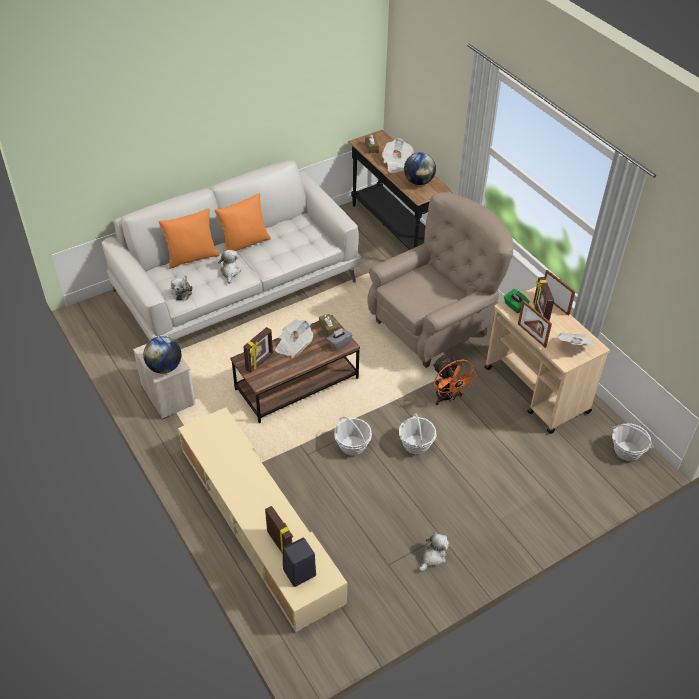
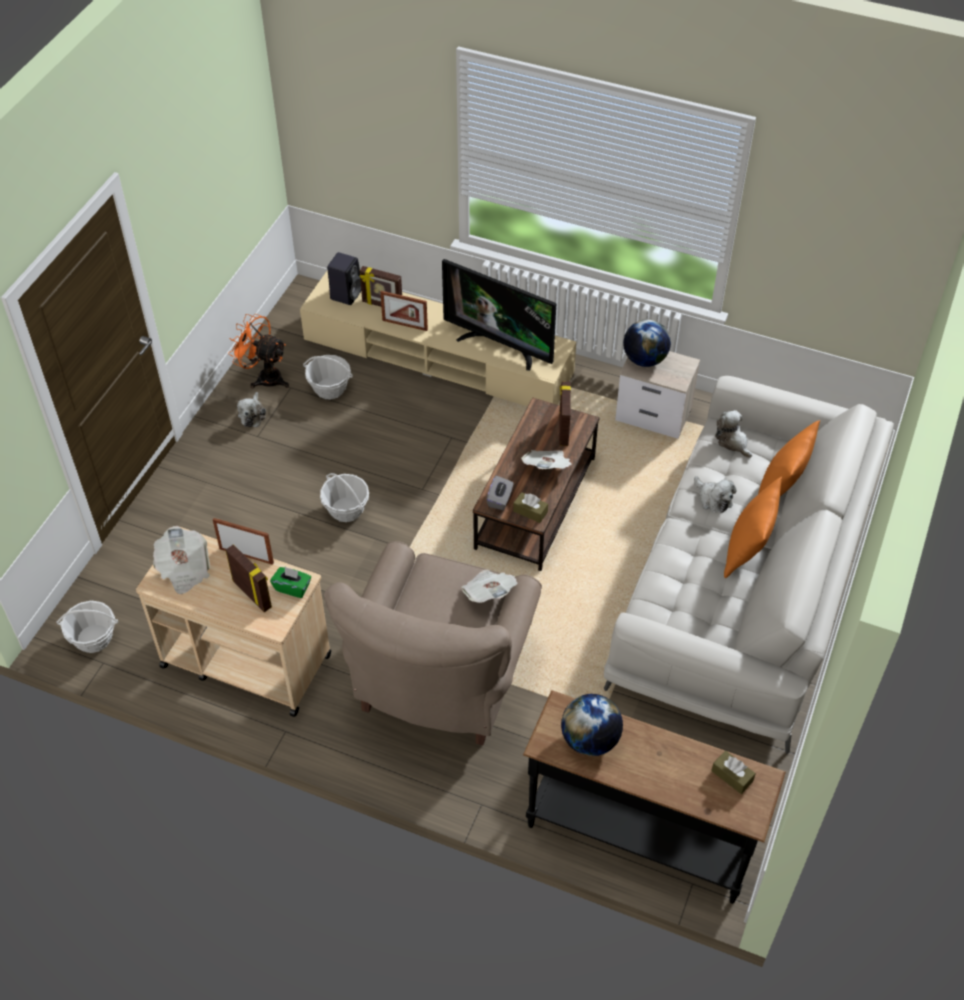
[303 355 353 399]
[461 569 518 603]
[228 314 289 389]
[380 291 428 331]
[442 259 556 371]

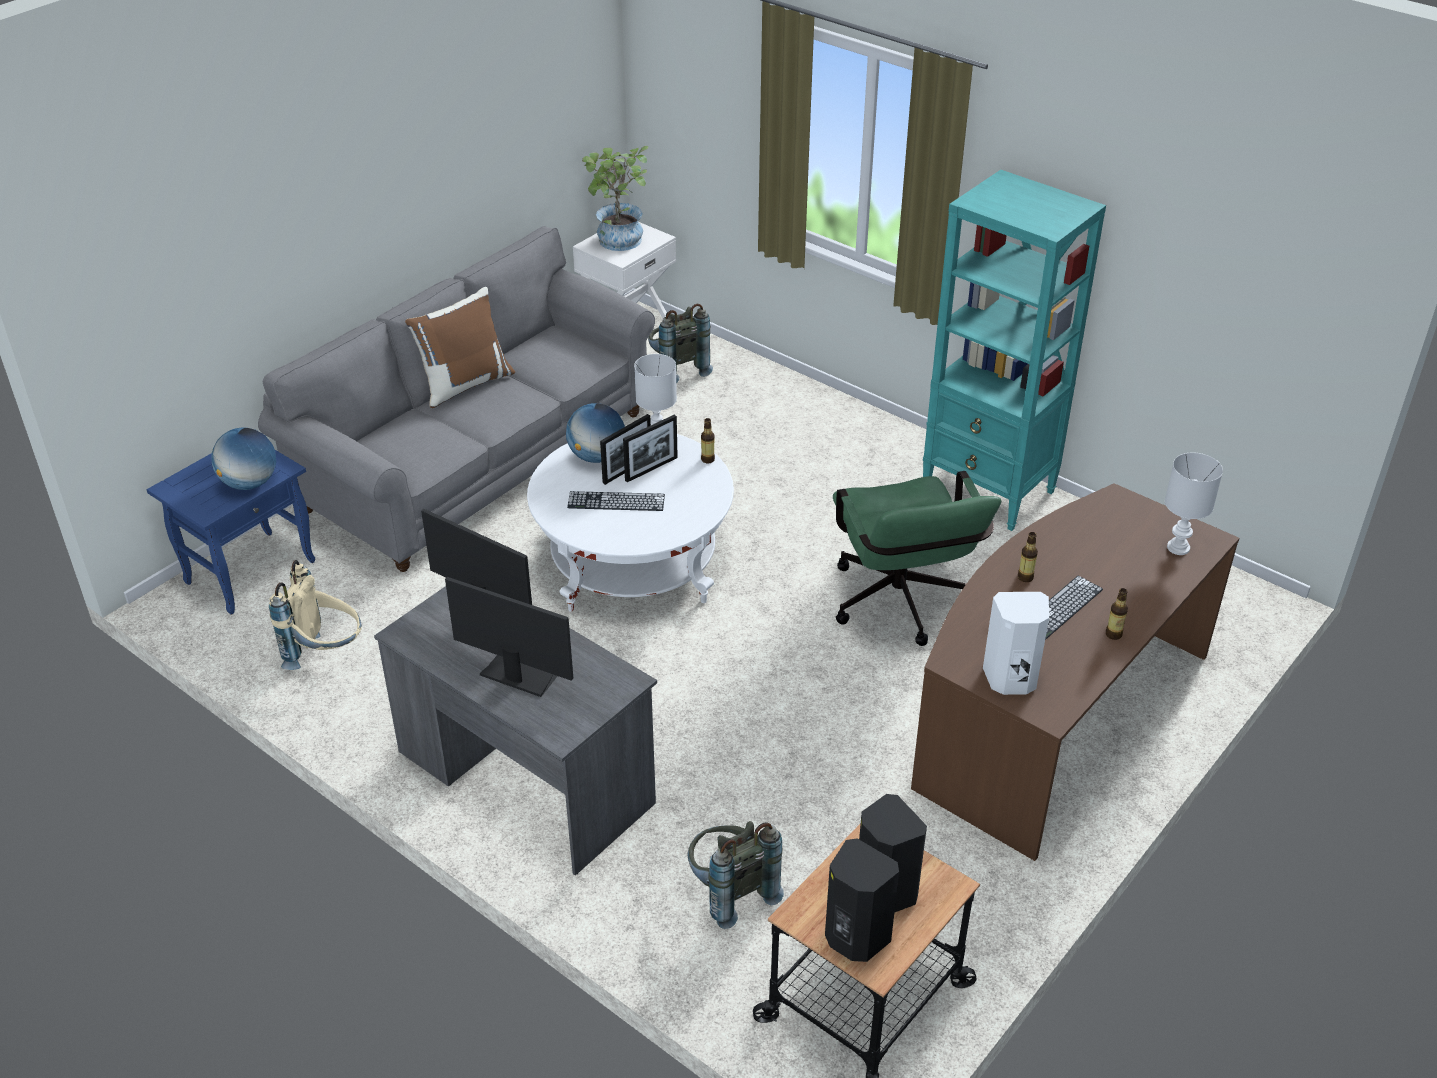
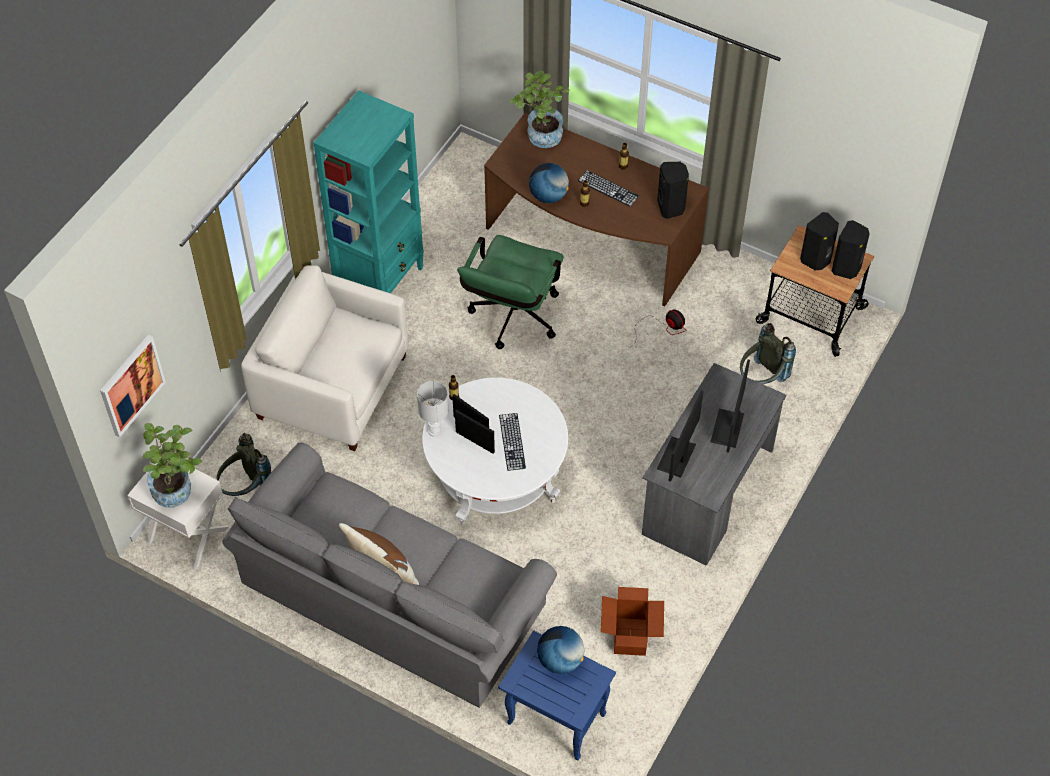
[601 587 664 656]
[529 163 569 203]
[457 235 564 349]
[657 162 689 219]
[510 71 569 148]
[100 335 166 437]
[241 265 409 451]
[632 310 687 346]

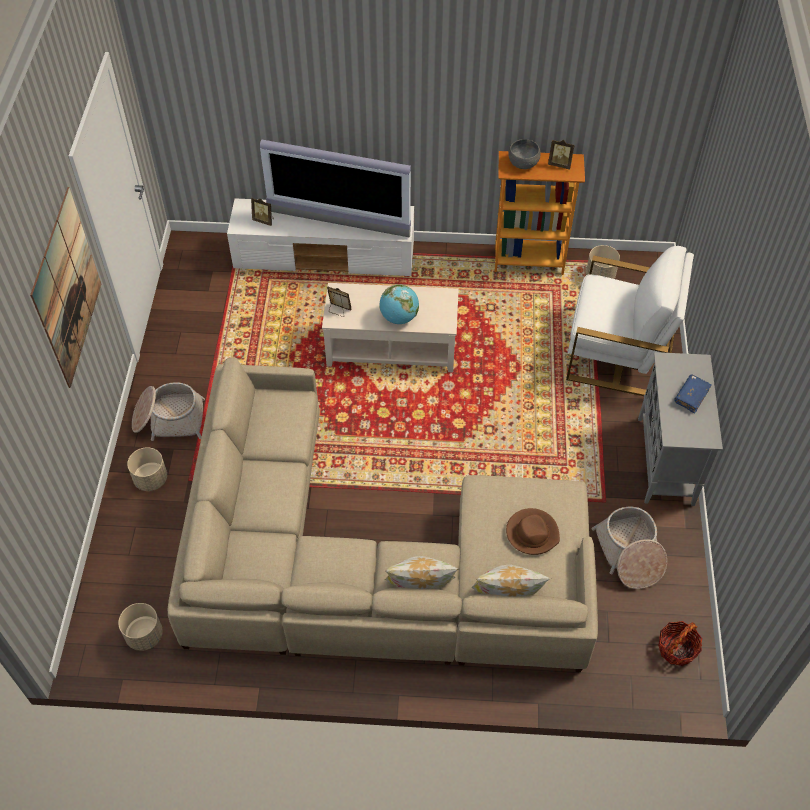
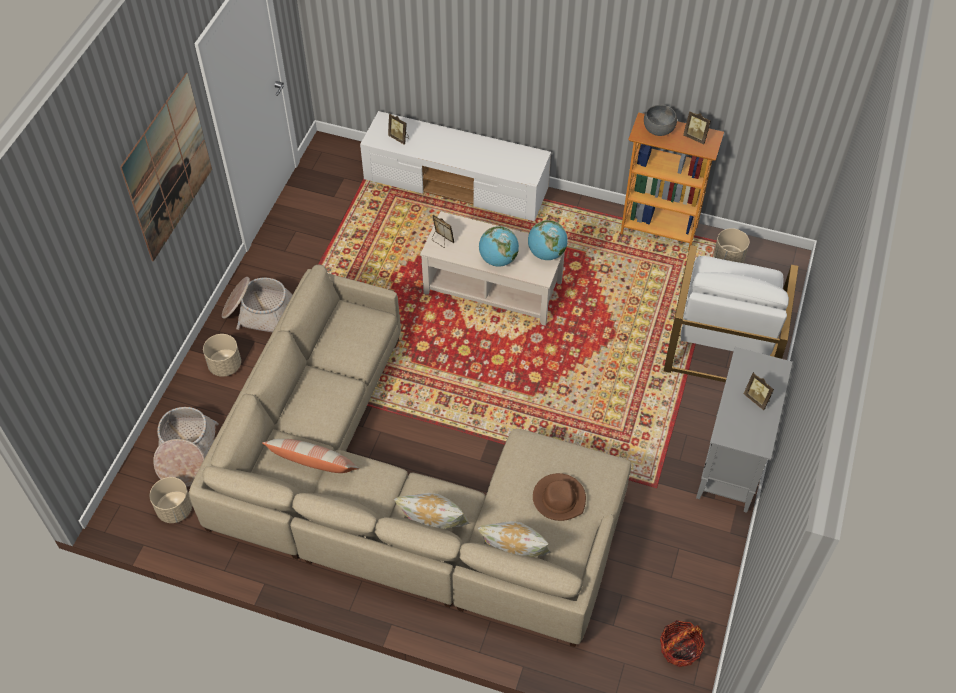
[260 139 411 238] (first image)
[664 245 798 382]
[153 407 219 487]
[744 372 774 410]
[262 439 359 473]
[528 220 568 260]

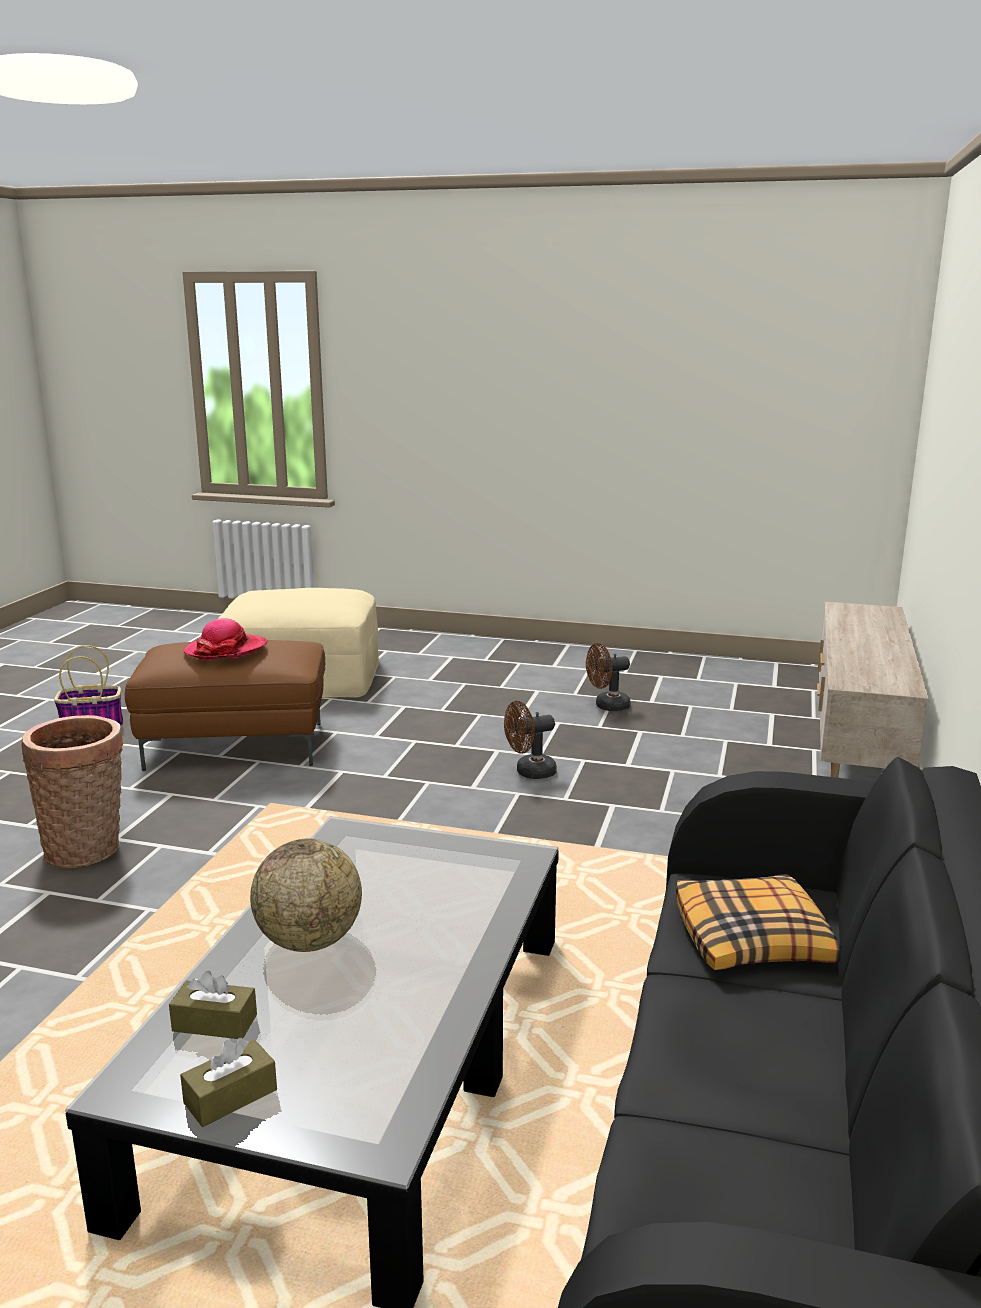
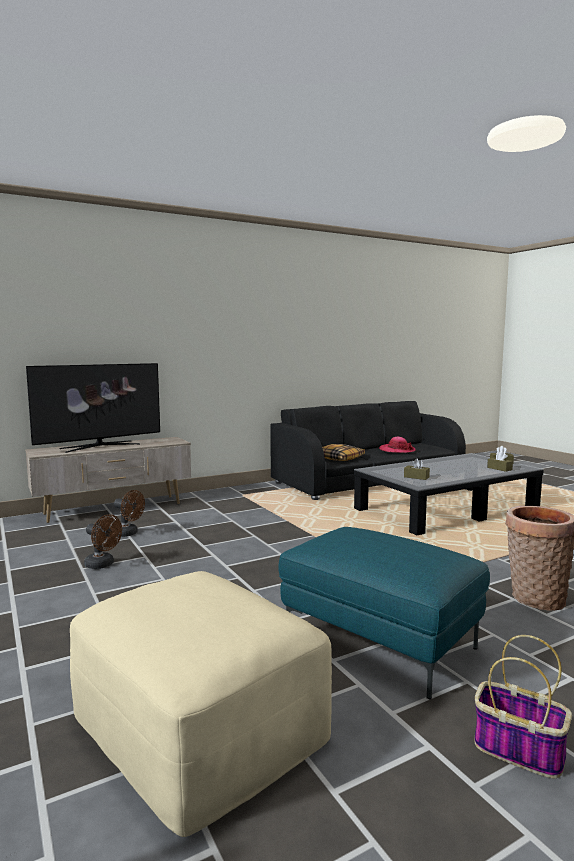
[278 527 490 700]
[379 437 416 453]
[250 839 362 952] (first image)
[114 490 145 537]
[26 363 160 453]
[404 459 430 480]

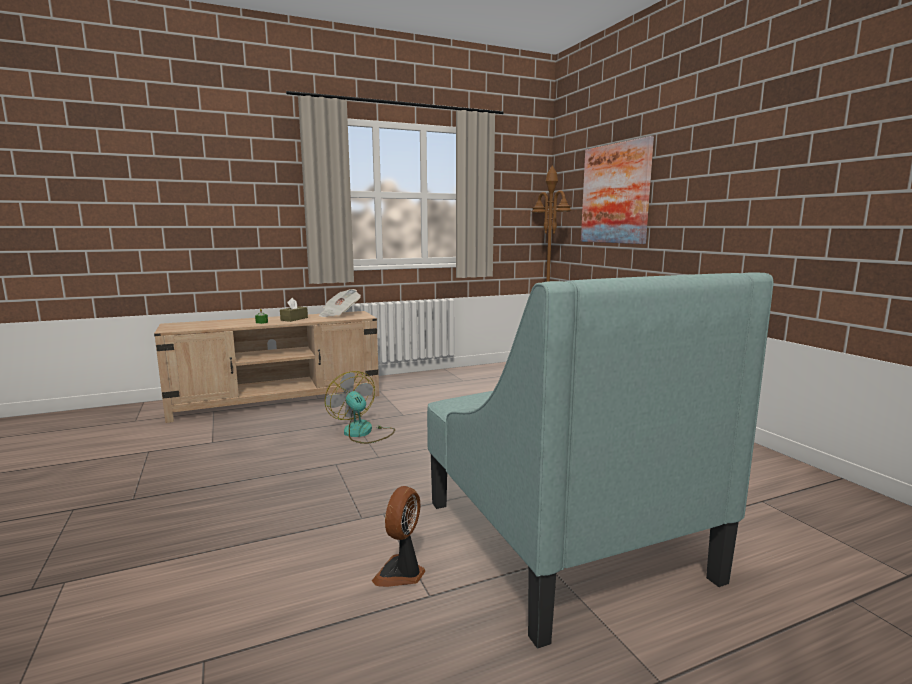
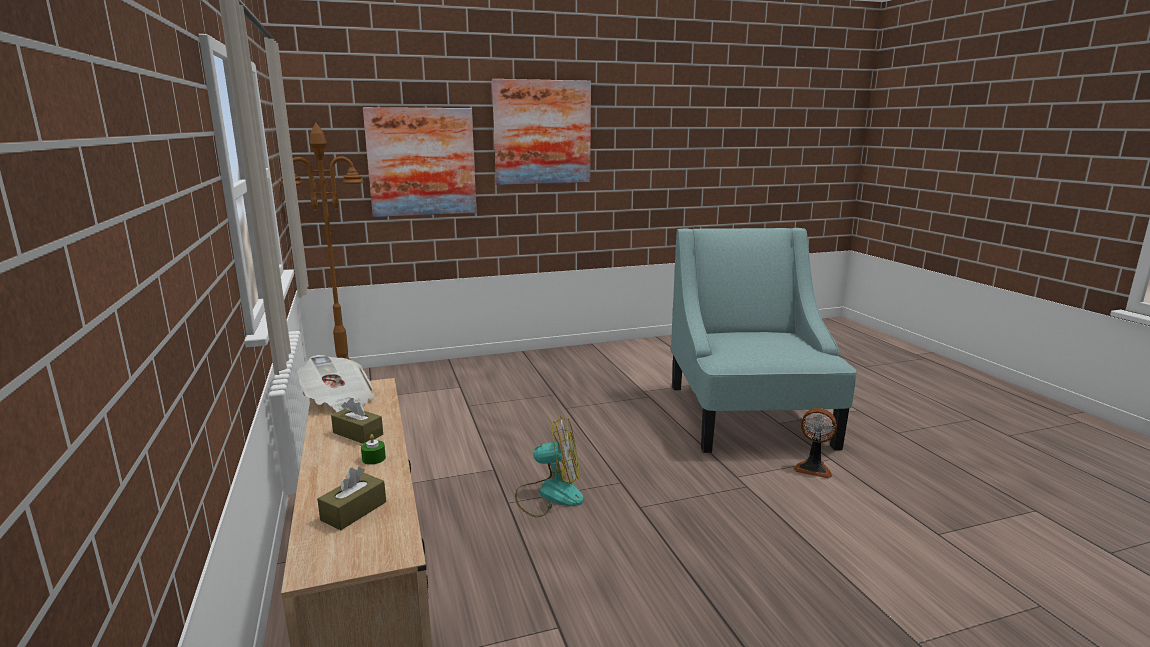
[515 416 584 517]
[671 228 856 453]
[317 467 386 530]
[492 79 591 185]

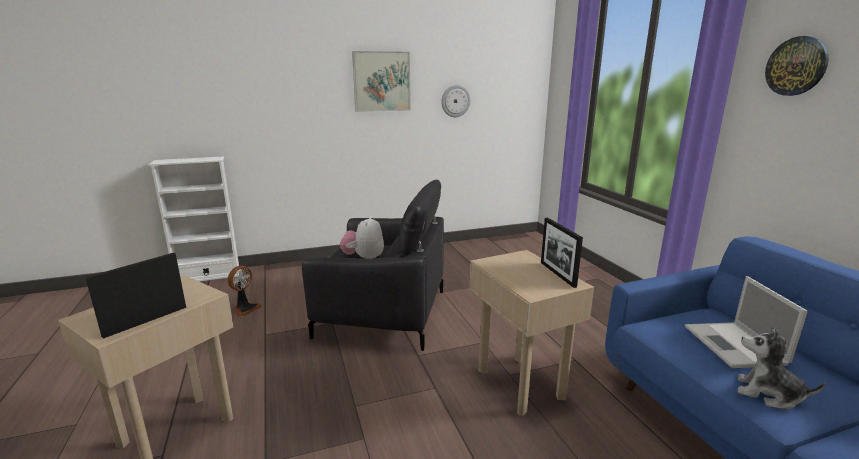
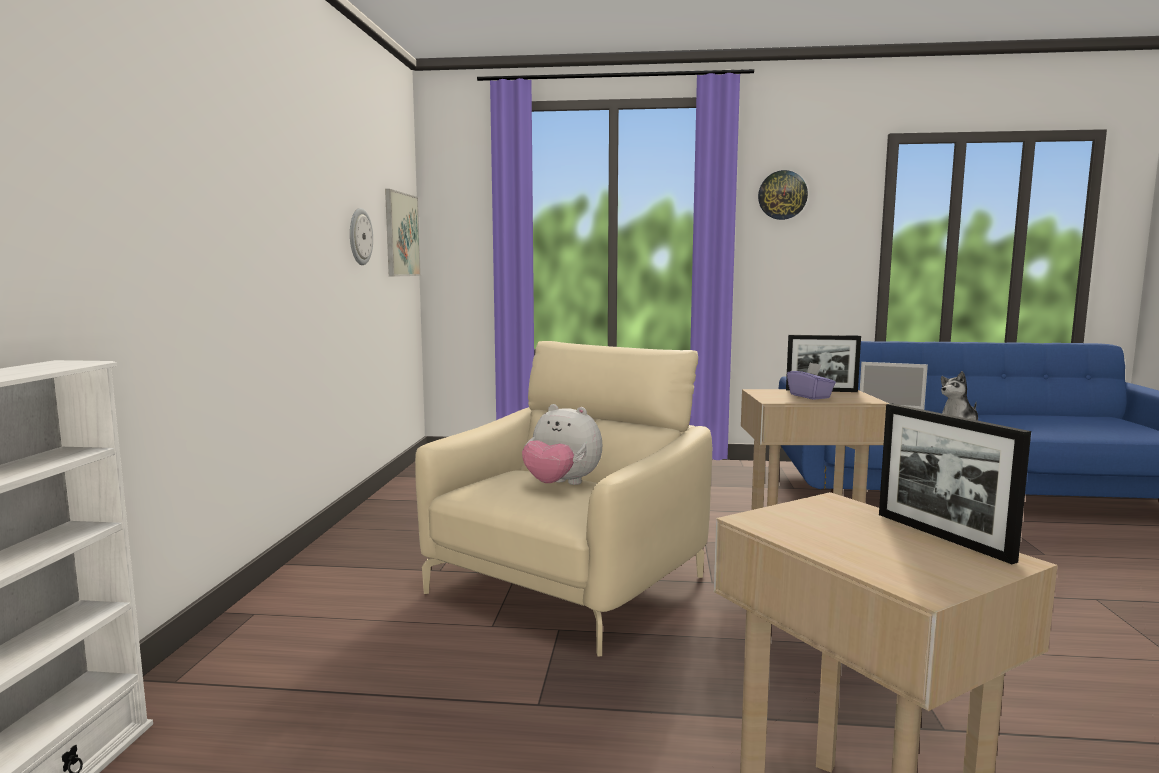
[227 266 262 316] (first image)
[415 341 712 657]
[385 189 421 277]
[787 363 836 400]

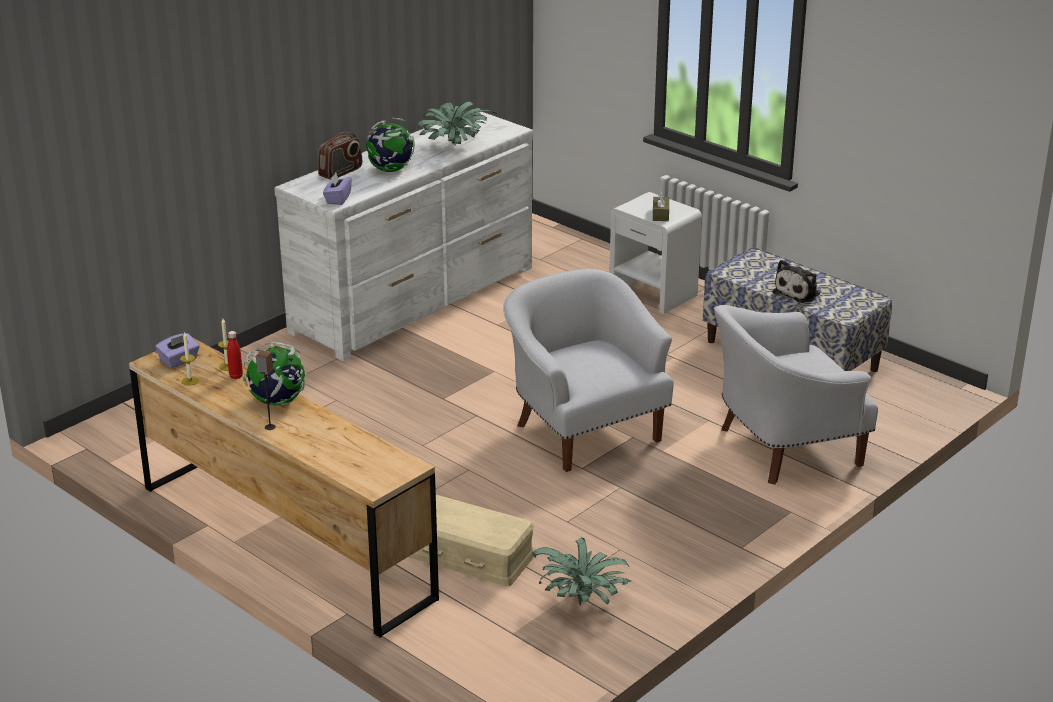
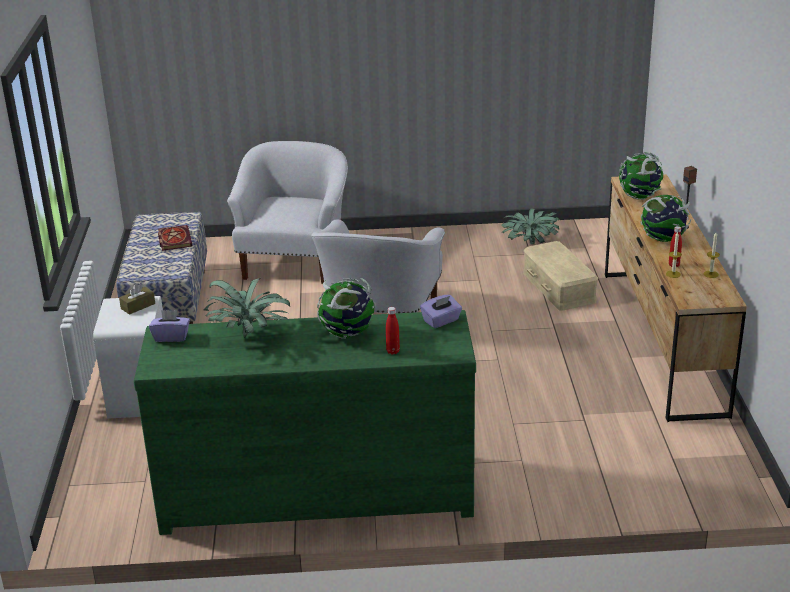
[149 310 190 342]
[134 310 476 535]
[386 307 400 355]
[227 141 348 284]
[158 225 192 251]
[619 152 663 200]

